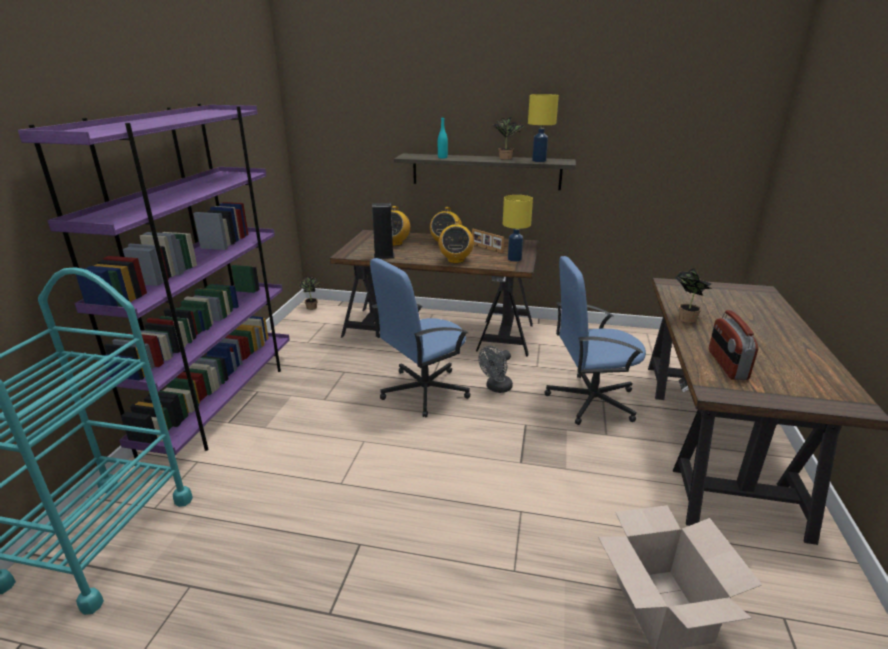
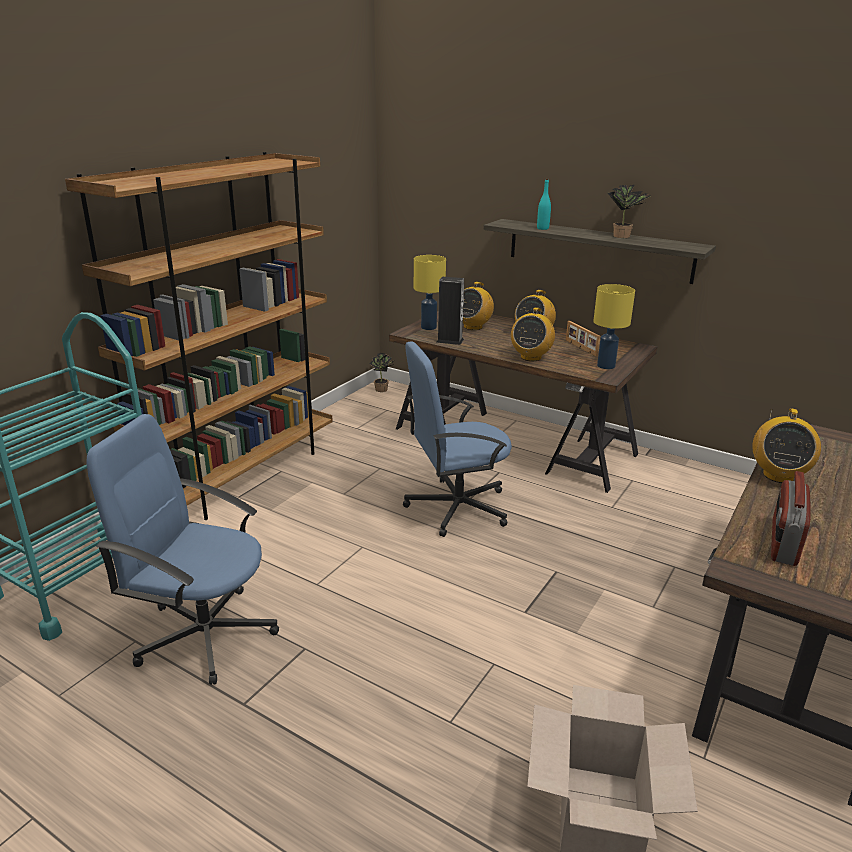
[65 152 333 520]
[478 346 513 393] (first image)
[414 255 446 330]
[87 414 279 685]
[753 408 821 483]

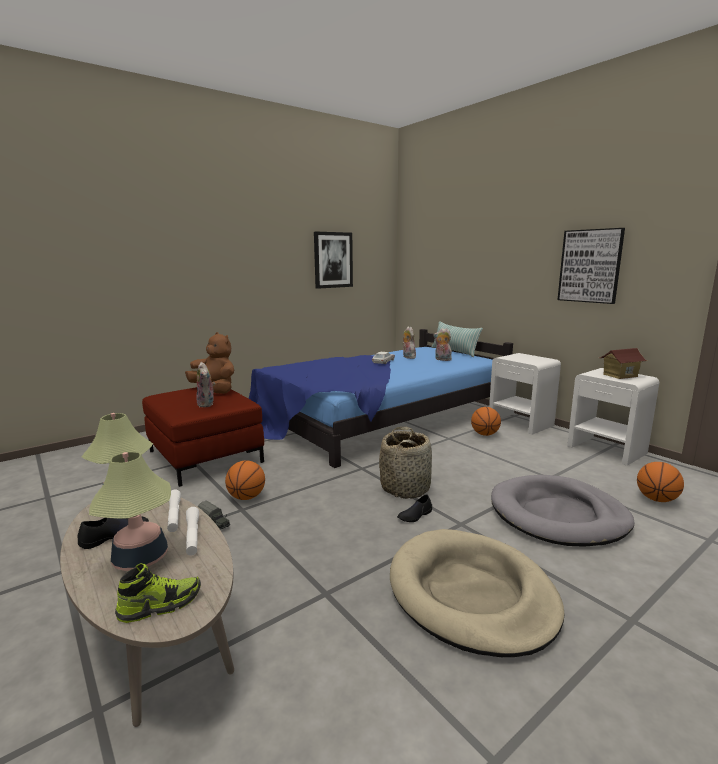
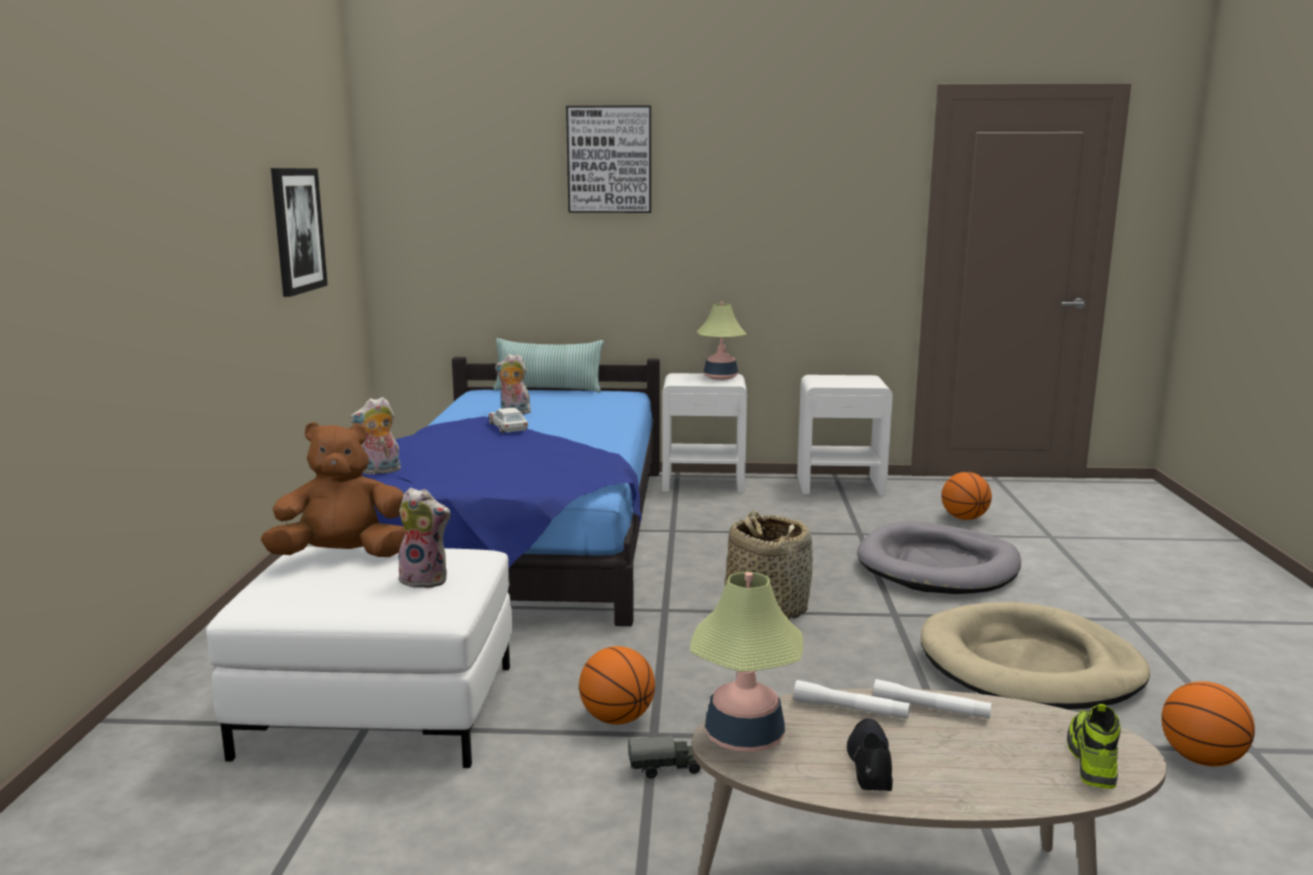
[697 302 747 380]
[206 547 512 768]
[397 495 432 522] (first image)
[350 397 401 475]
[1161 681 1255 766]
[566 105 651 213]
[598 348 648 379] (first image)

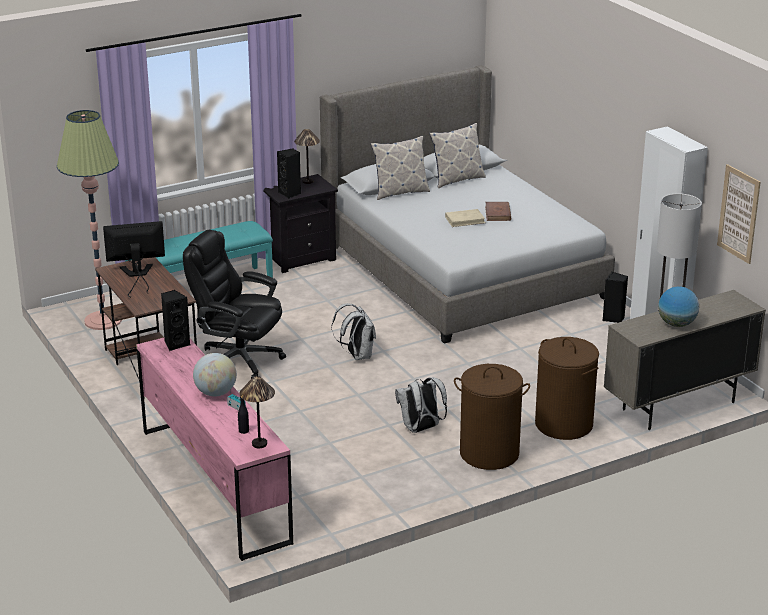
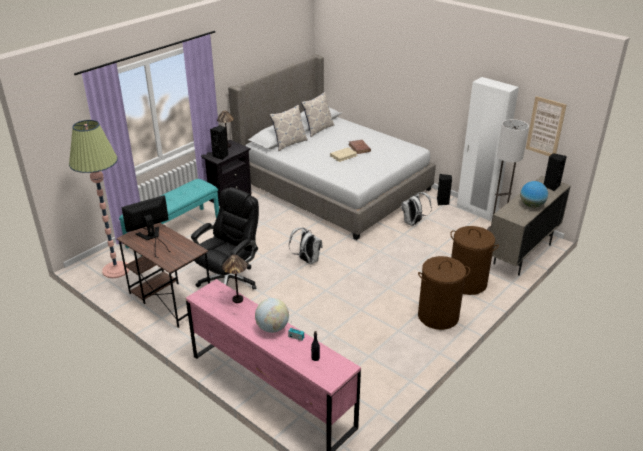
[544 153 567 191]
[191 187 259 290]
[222 254 248 303]
[402 192 432 226]

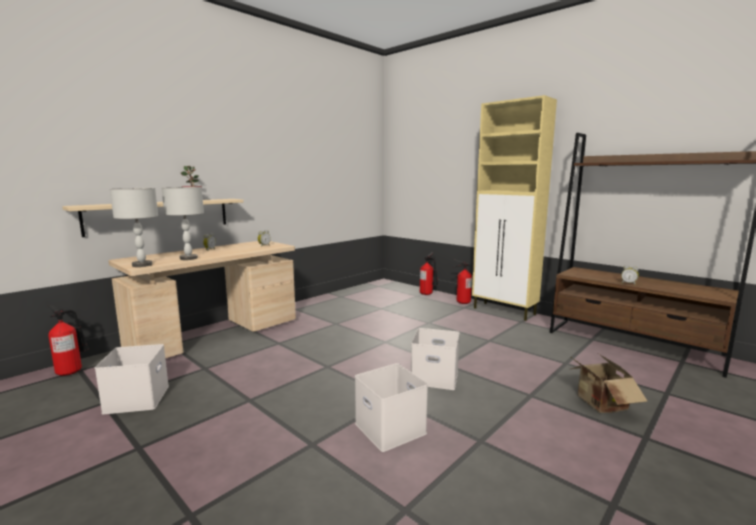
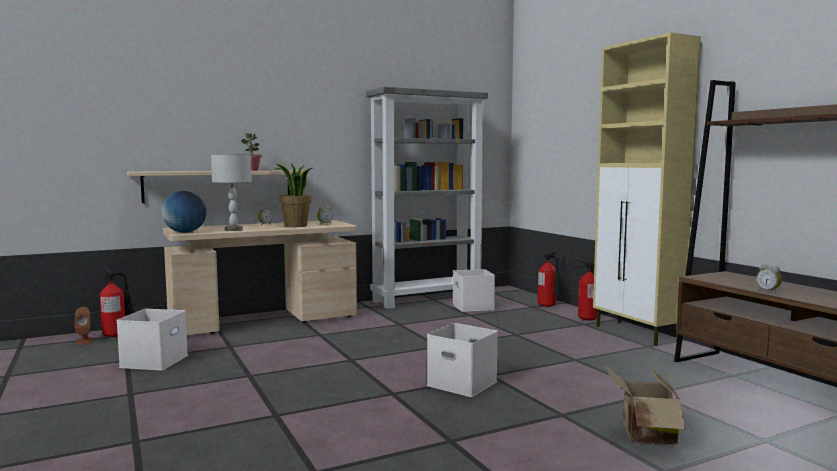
[162 191 206 233]
[453 269 495 312]
[75 307 94 345]
[276 163 312 227]
[366 87 488 309]

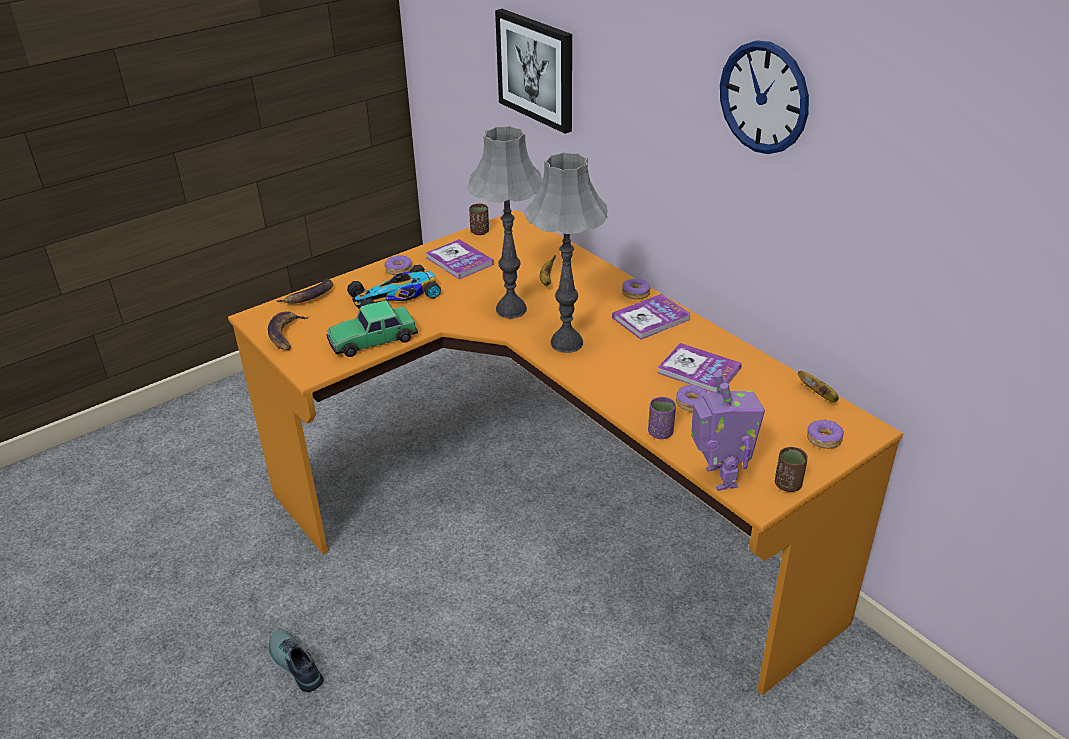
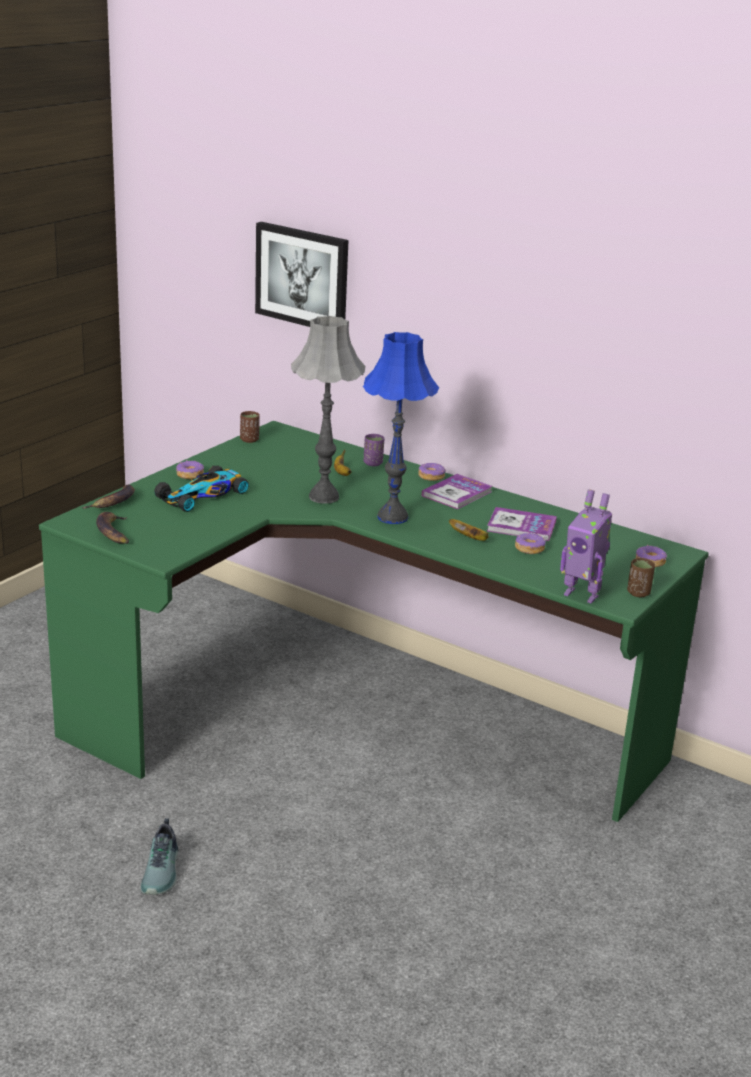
[39 421 709 822]
[140 818 178 895]
[326 300 418 357] (first image)
[426 239 494 280] (first image)
[363 332 439 524]
[363 434 384 466]
[560 489 612 603]
[720 40 809 154] (first image)
[449 519 488 541]

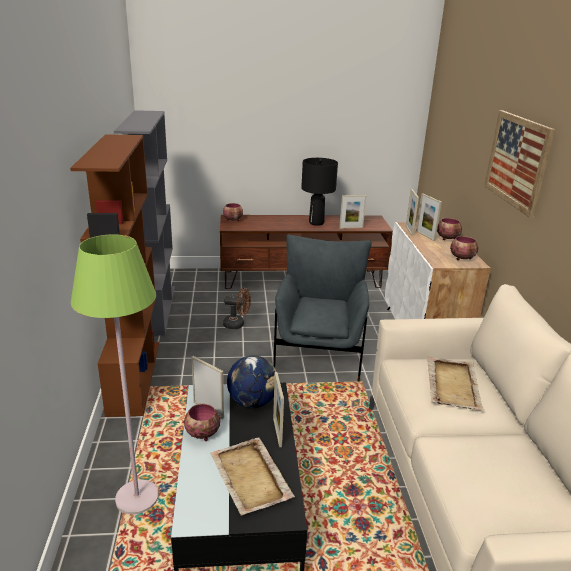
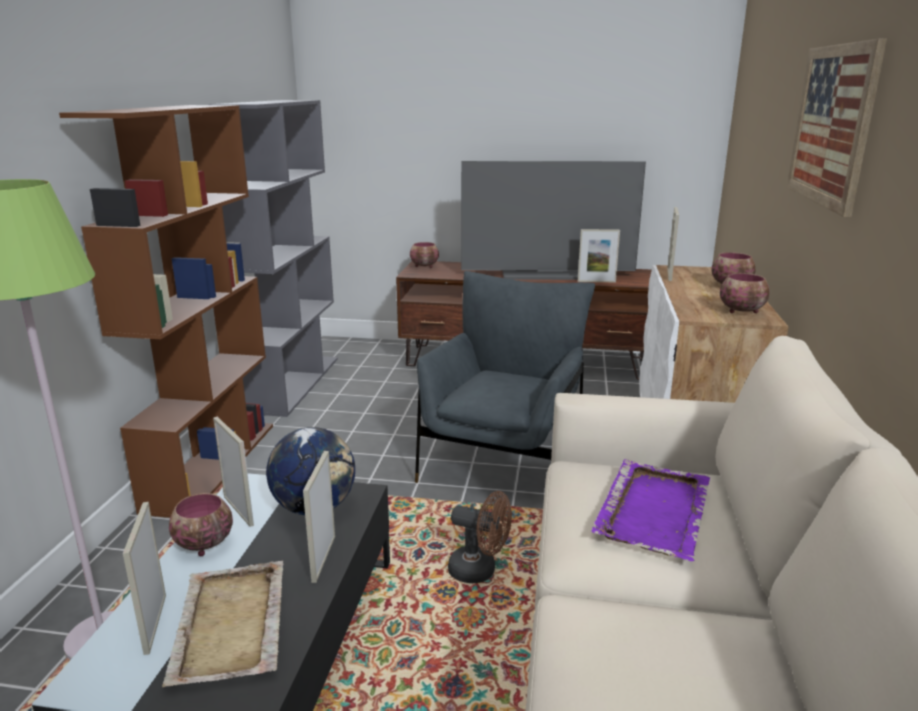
[448 491 512 583]
[461 161 646 280]
[123 502 166 655]
[592 459 710 561]

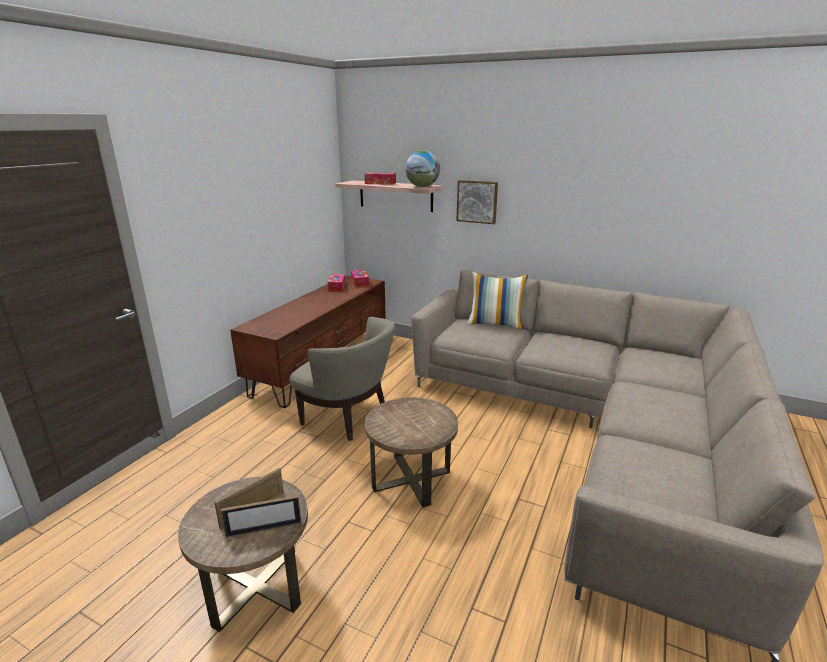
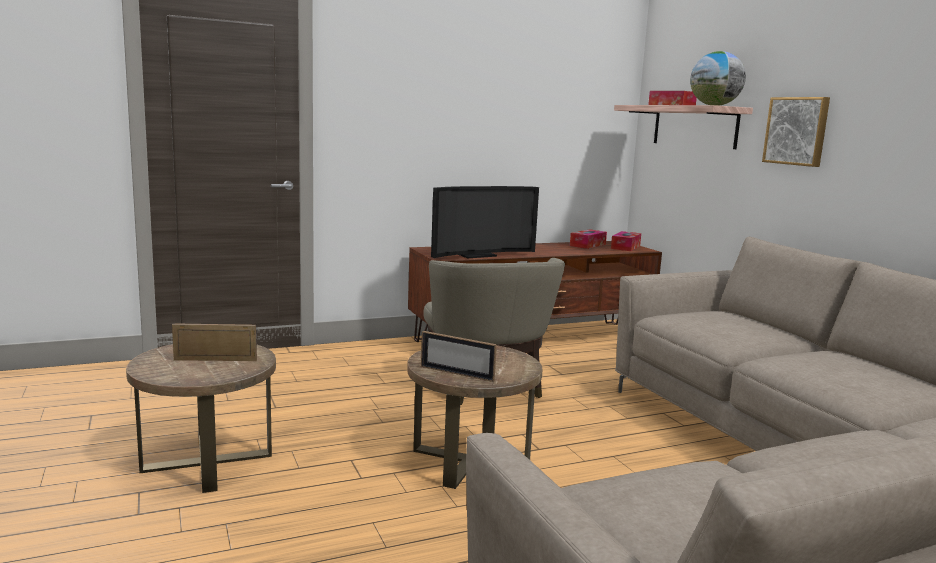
[421 331 497 382]
[467 272 528 330] (first image)
[431 186 539 258]

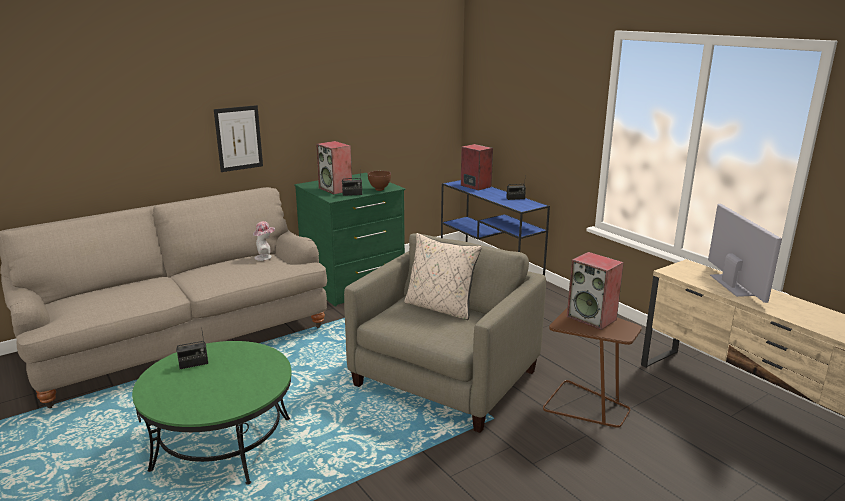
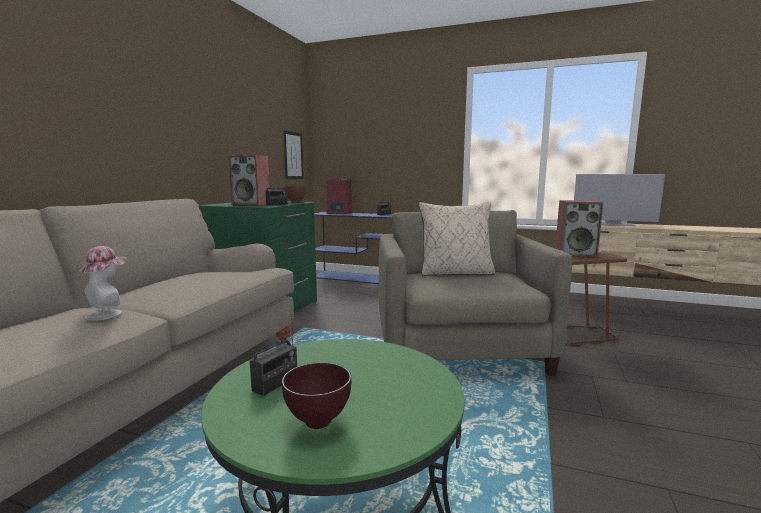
[283 130 304 179]
[80 246 127 321]
[574 174 665 226]
[282 362 351 429]

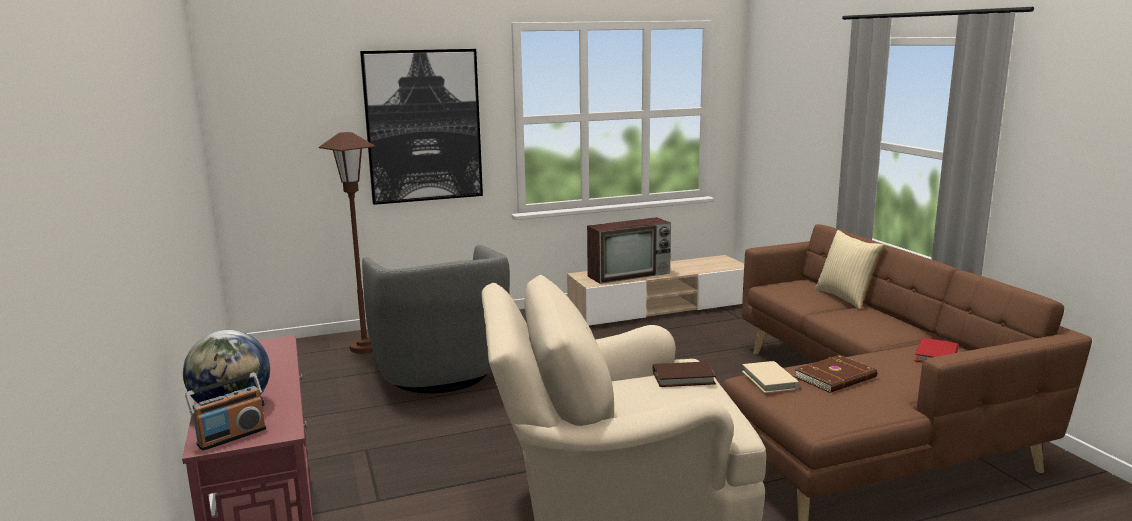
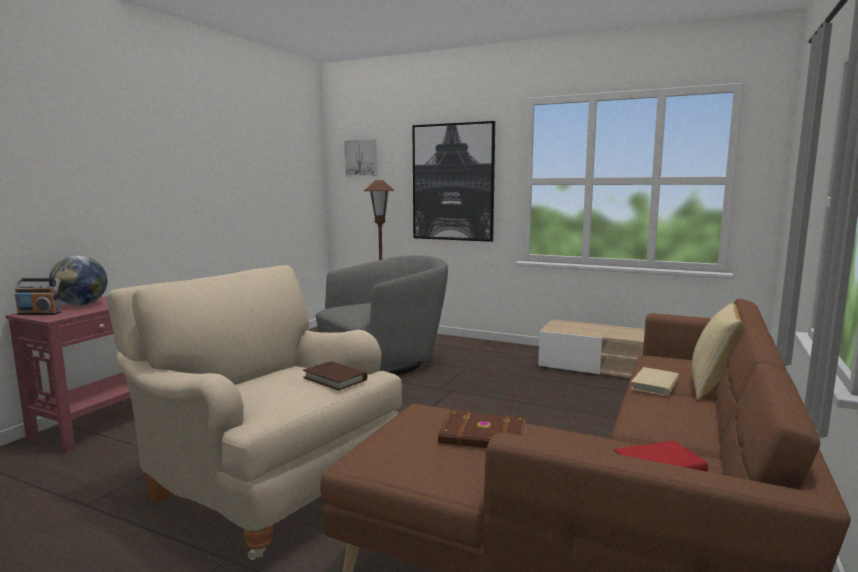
[316 255 448 375]
[587 217 671 284] (first image)
[631 367 679 396]
[344 139 377 176]

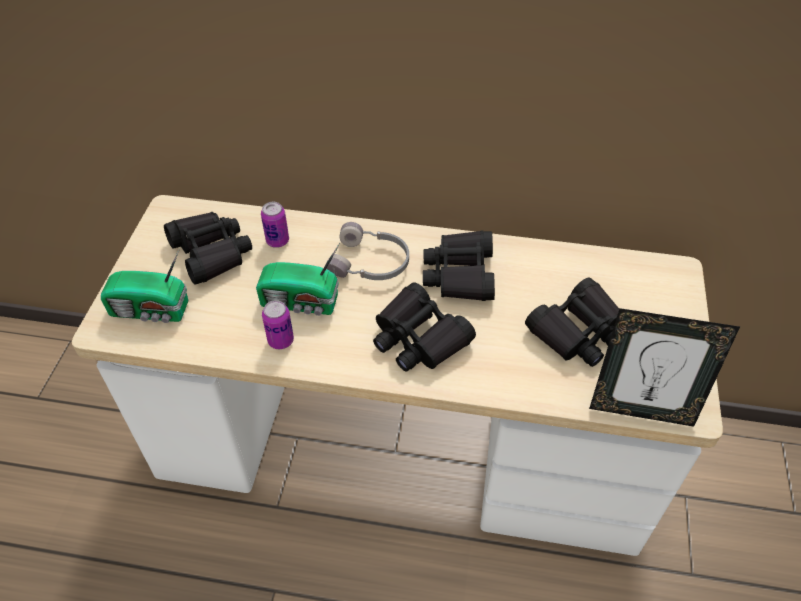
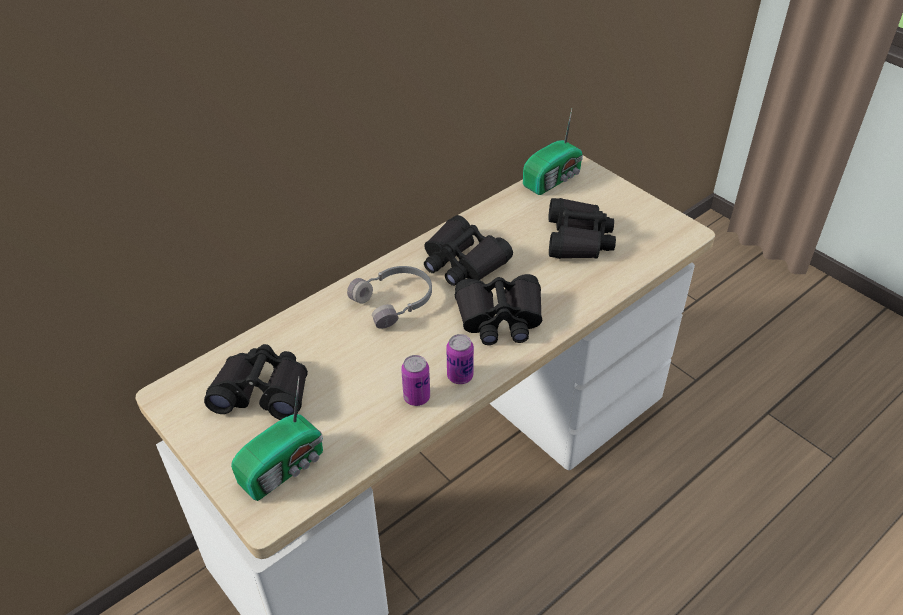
[523 109 583 195]
[446 334 474 384]
[589 308 740 427] (first image)

